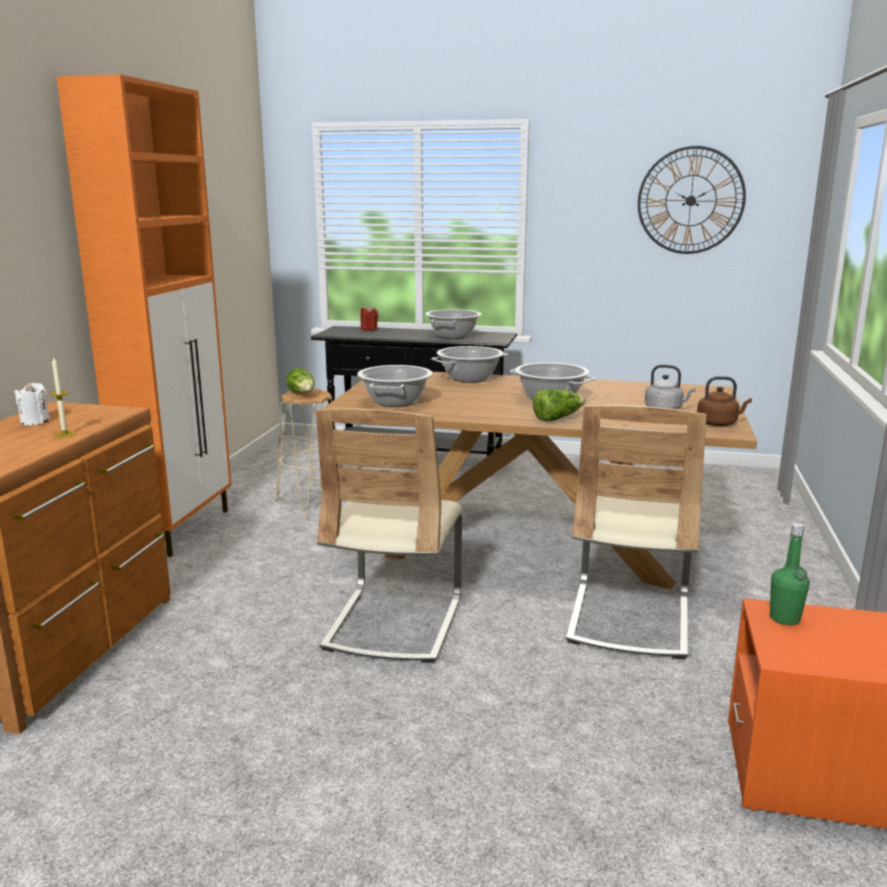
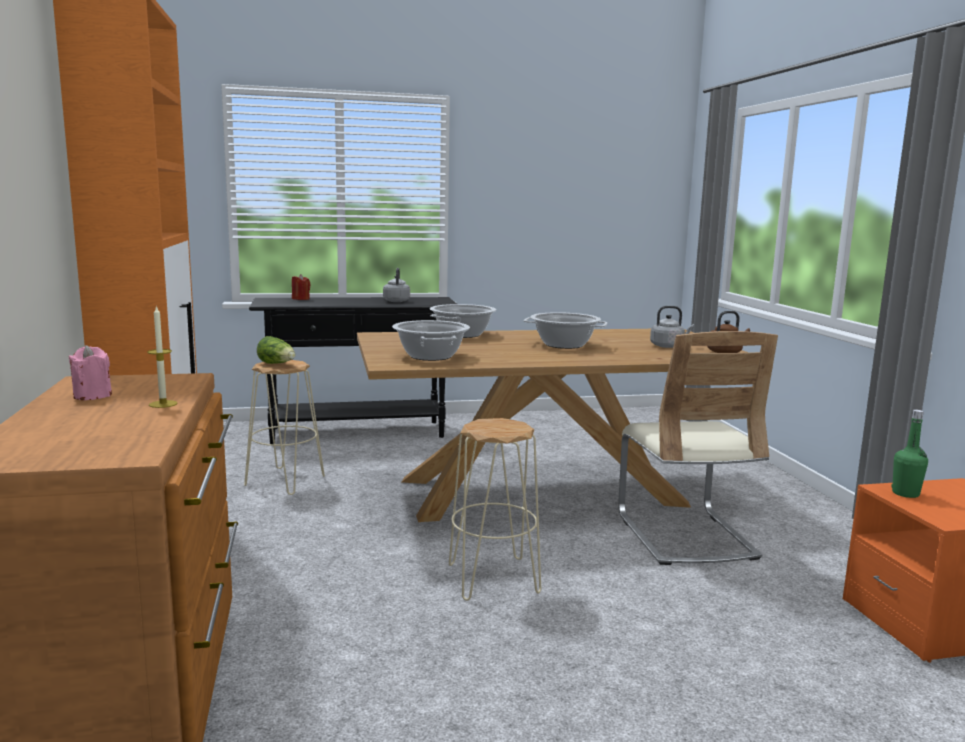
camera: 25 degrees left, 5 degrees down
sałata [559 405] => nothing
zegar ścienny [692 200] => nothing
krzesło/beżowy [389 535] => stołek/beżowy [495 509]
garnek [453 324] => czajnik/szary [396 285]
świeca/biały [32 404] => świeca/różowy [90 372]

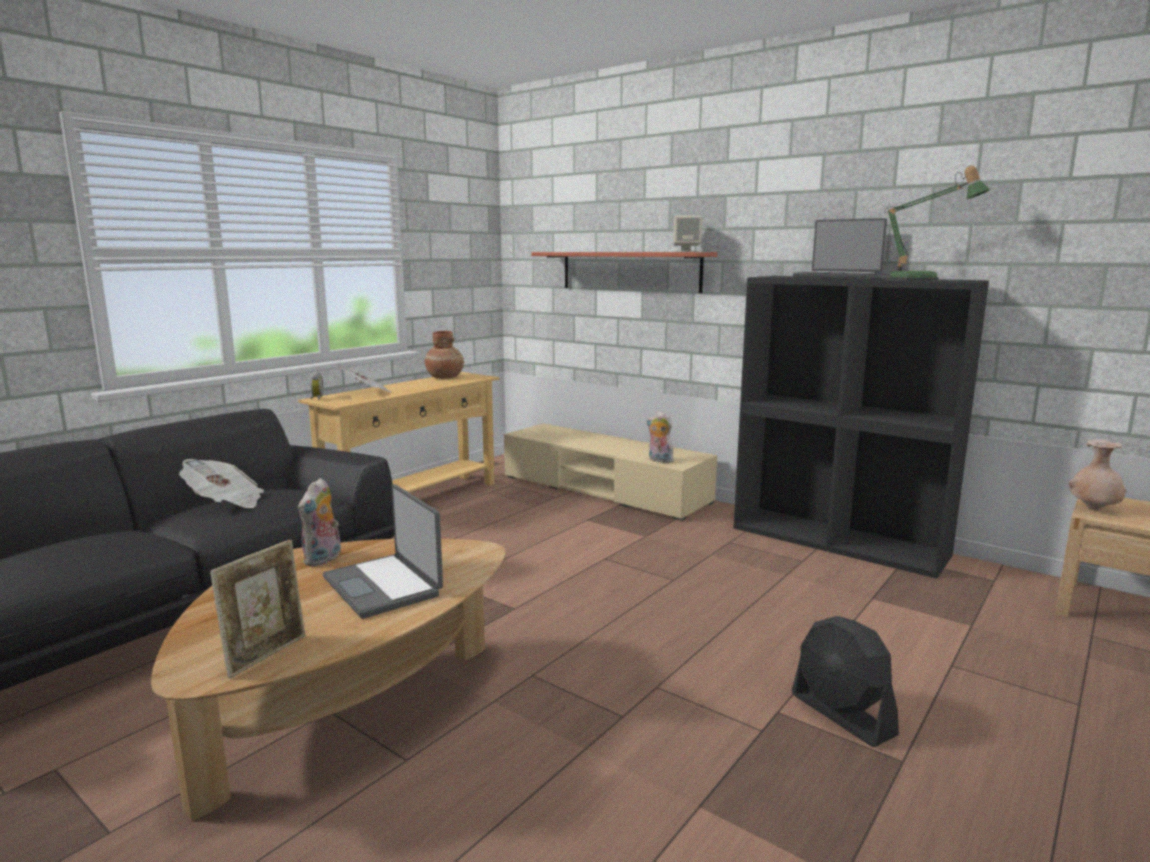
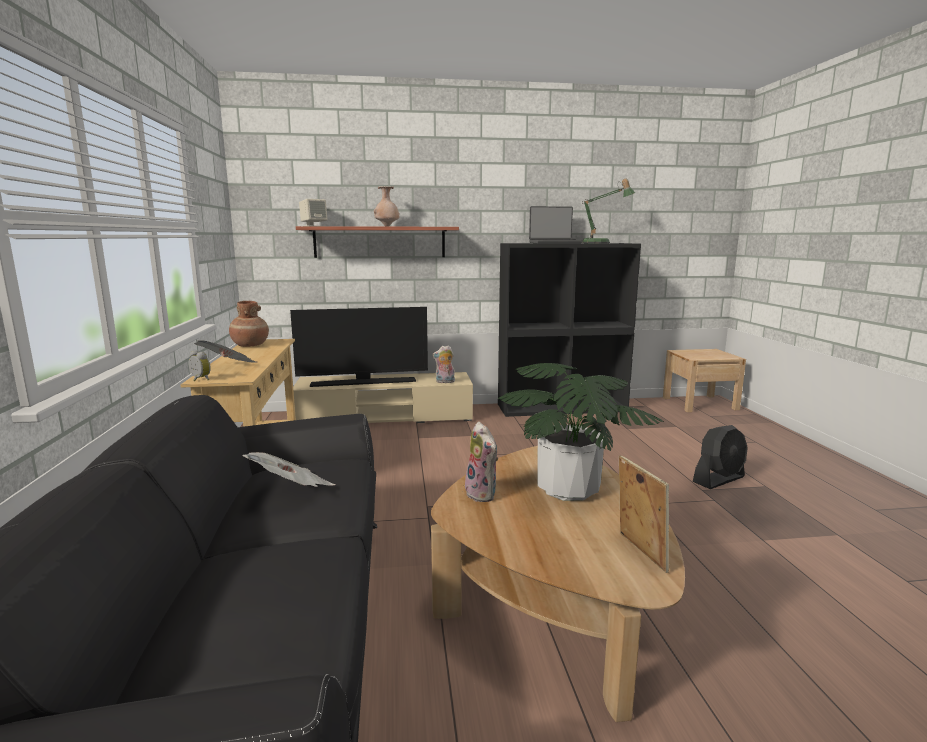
camera: 45 degrees left, 0 degrees up
nothing => telewizor [359 347]
głośnik/beżowy [687 233] => głośnik/beżowy [313 212], moved
wazon/beżowy [1098 474] => wazon/beżowy [387 206], moved
laptop [383 551] => roślina doniczkowa [581 432]
wentylator/czarny [845 681] => wentylator/czarny [720 457], 45 degrees counterclockwise

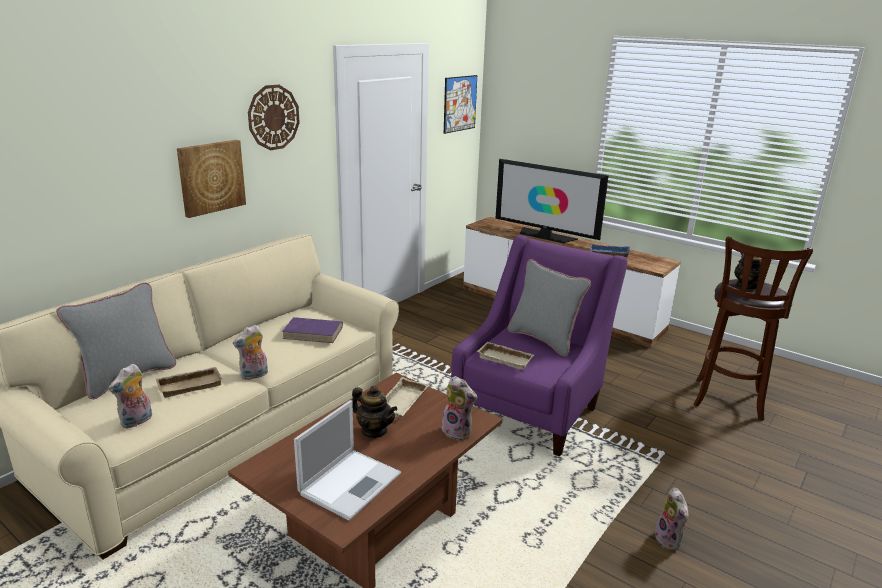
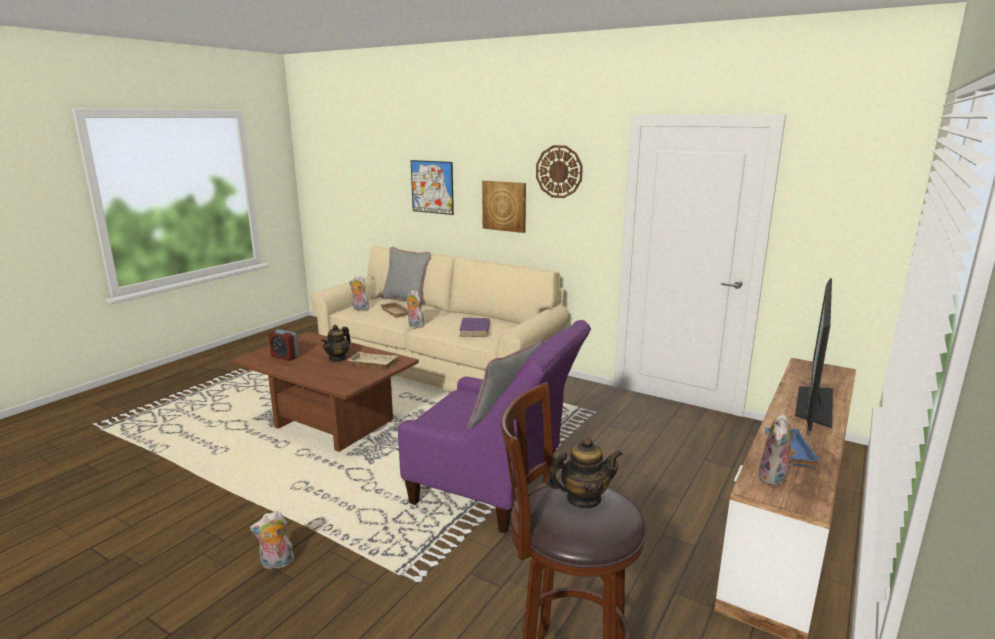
camera: 85 degrees right, 5 degrees down
taca/beżowy [505 355] => nothing
pluszak [459 408] => pluszak [777 449], moved
obraz [460 104] => obraz [432 187], moved
laptop [347 460] => budzik [283 345]

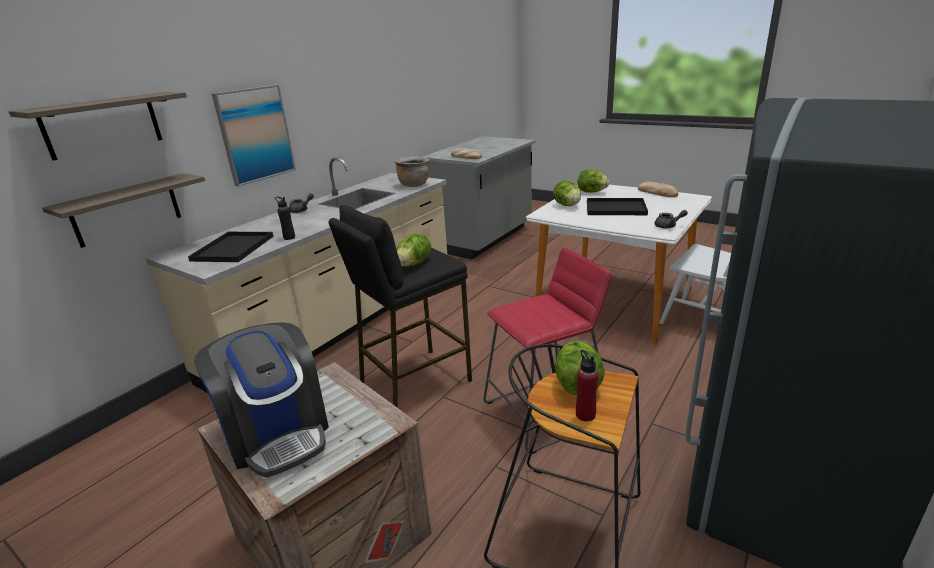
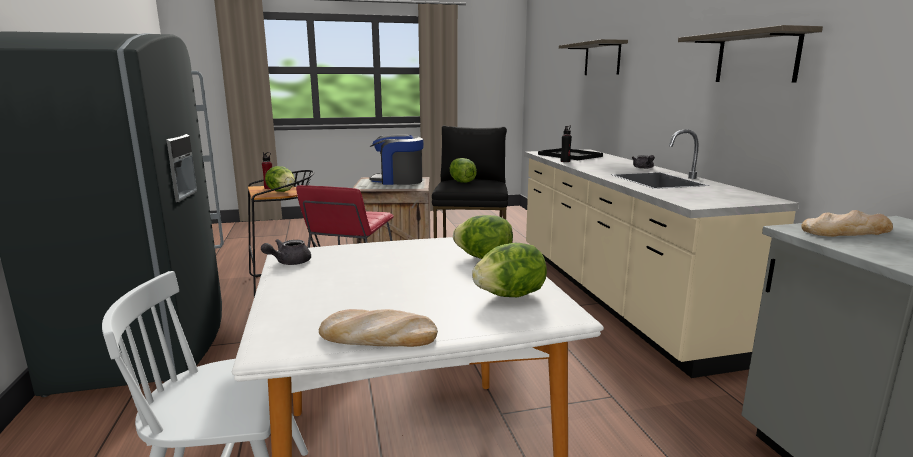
camera: 130 degrees right, 10 degrees down
obraz [254 136] => nothing
garnek/brązowy [412 171] => nothing
taca/czarny [617 206] => nothing
półka [123 210] => półka [750 53], moved

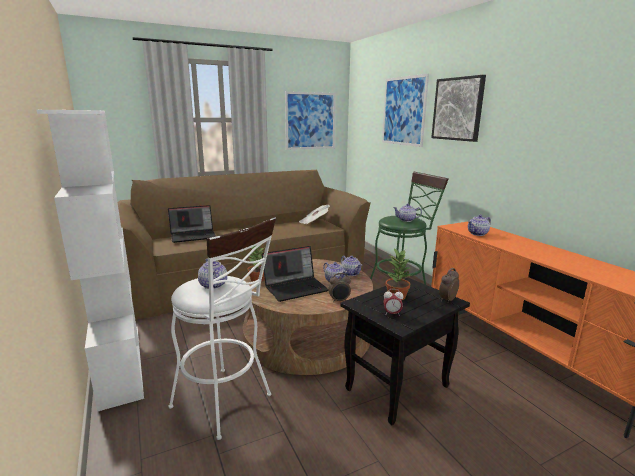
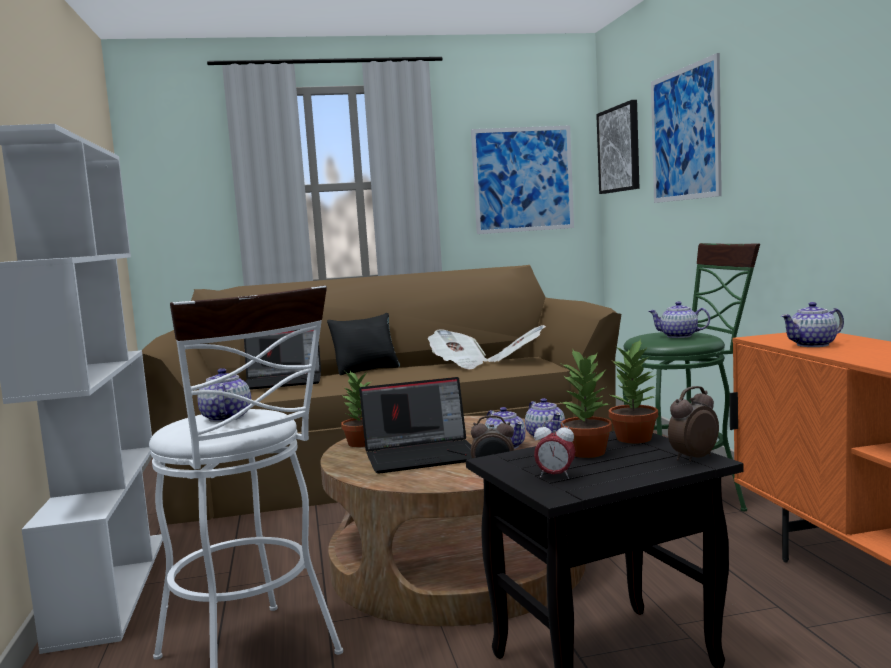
camera: 15 degrees right, 10 degrees down
nothing => poduszka/czarny [363 344]
nothing => gazeta [458 349]
nothing => roślina doniczkowa [633 391]
obraz [458 108] => obraz [617 147], moved

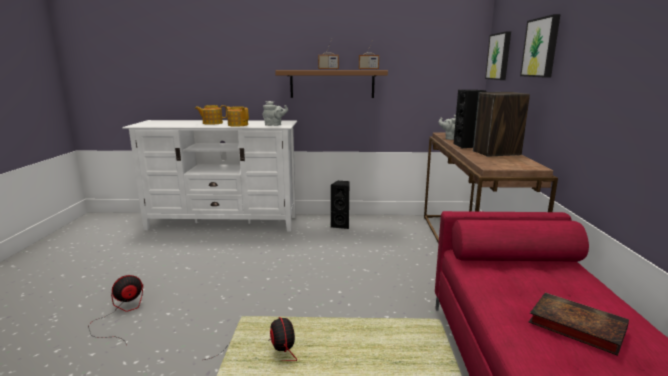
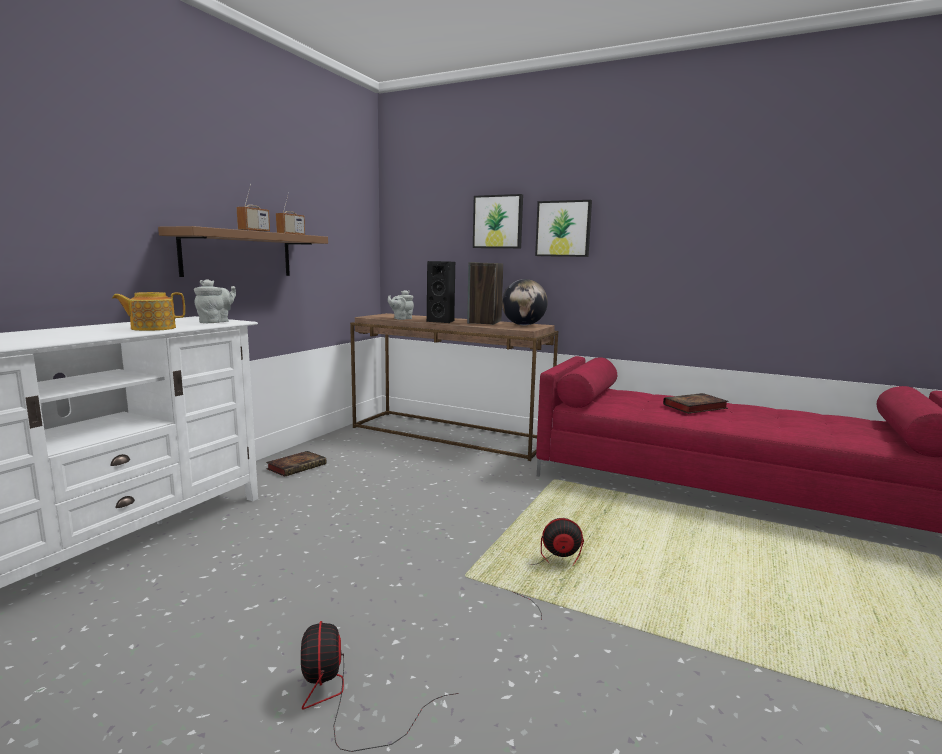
camera: 65 degrees left, 5 degrees down
imbryk [211 115] => nothing
nothing => globus [525 302]
obraz [498 55] => obraz [563 228], moved
głośnik/czarny [340 205] => książka [296 464]

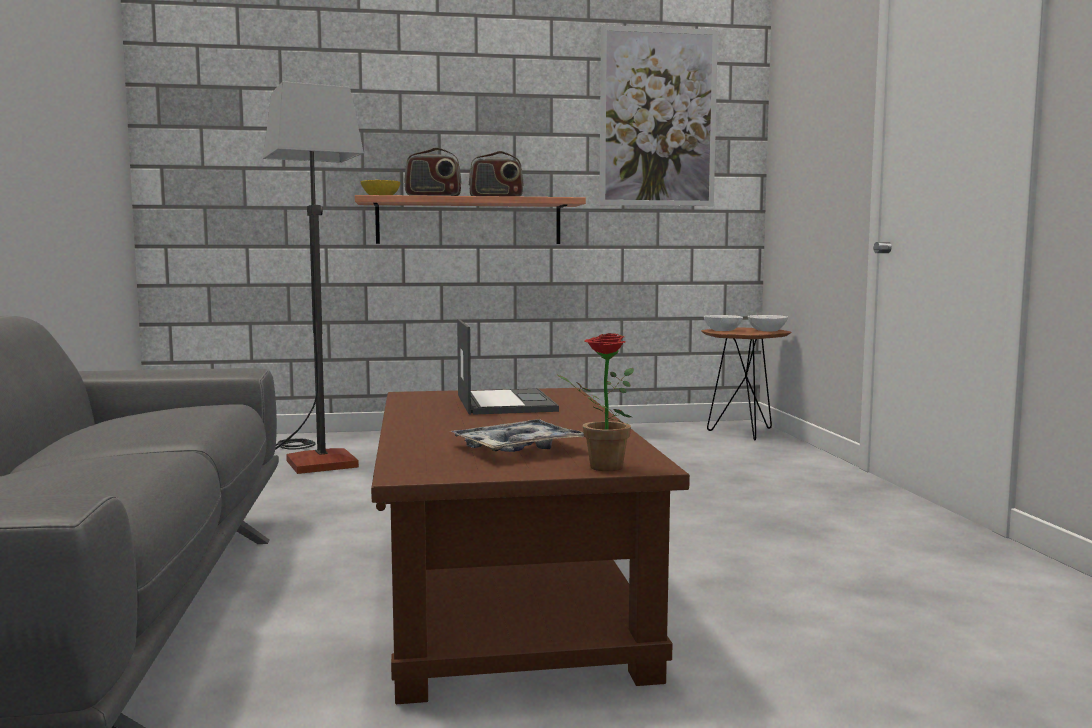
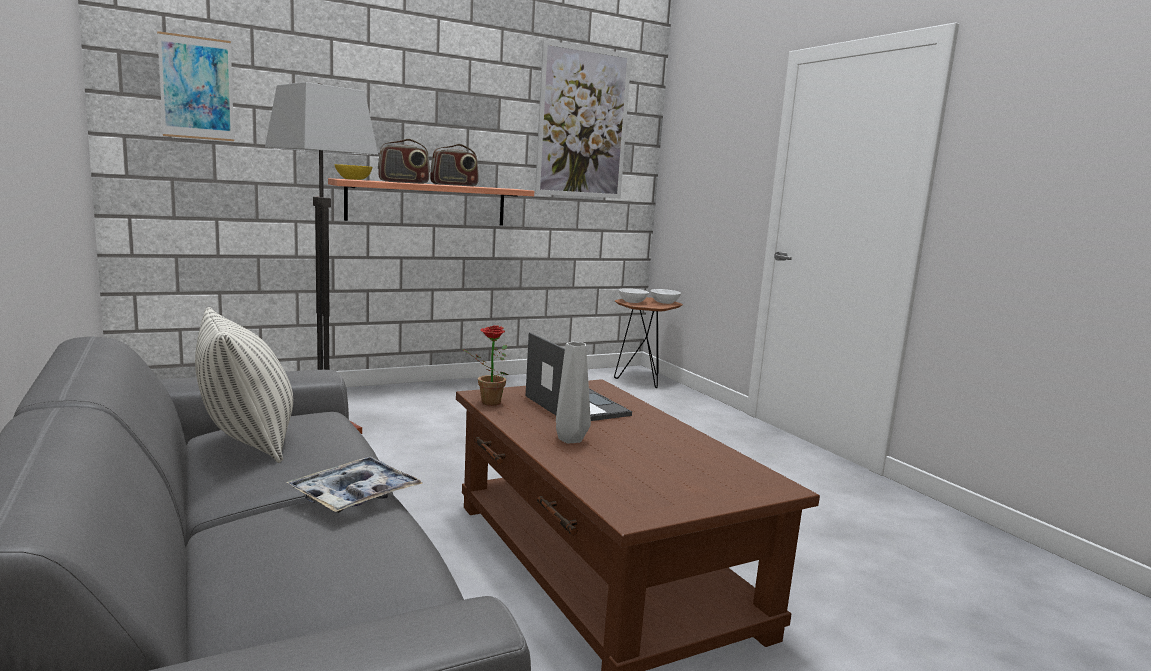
camera: 20 degrees left, 5 degrees up
nothing => obraz [195 86]
nothing => poduszka [244 385]
nothing => wazon/szary [573 392]
taca [517 435] => taca [354 485], moved
roślina doniczkowa [595 402] => roślina doniczkowa [485 365], moved

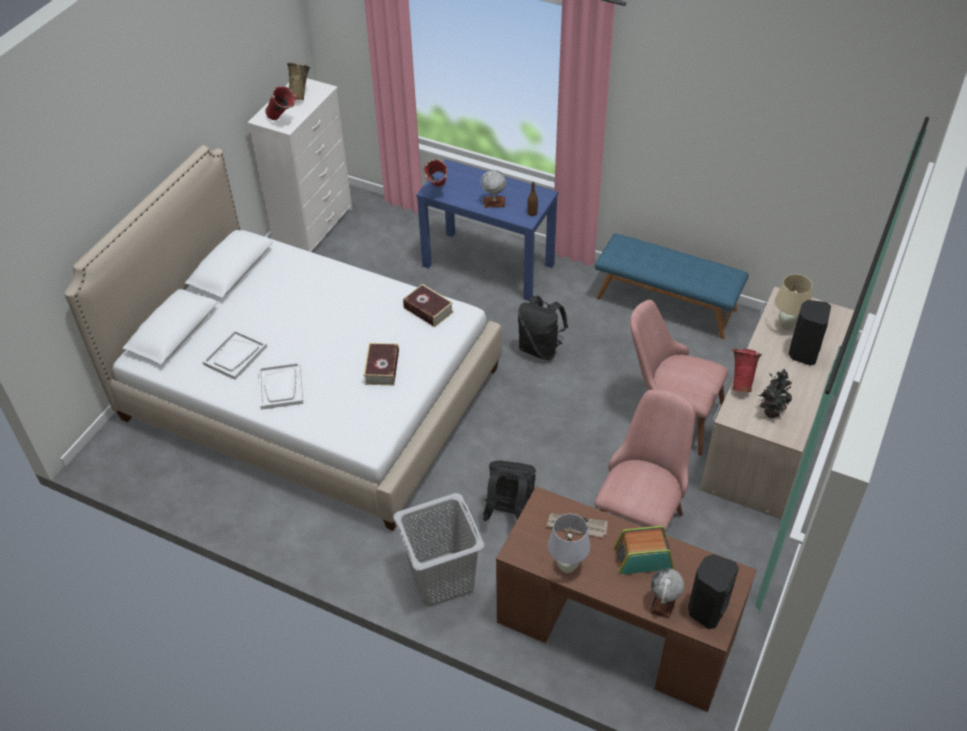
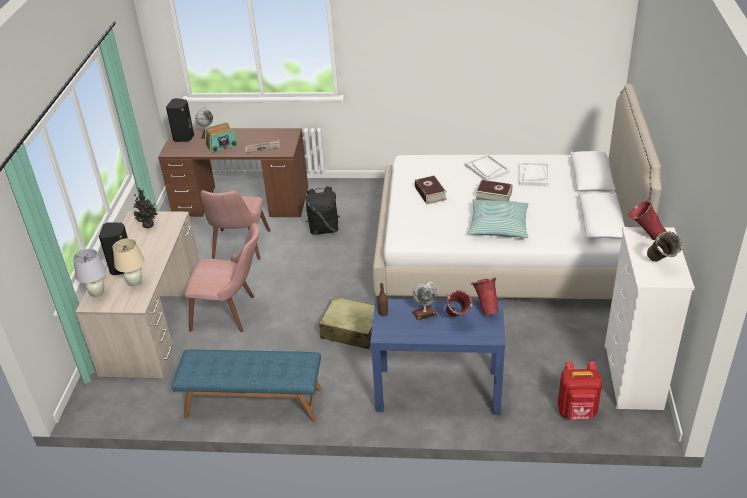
camera: 160 degrees right, 10 degrees down
kosz na pranie/szary [438 550] => nothing
nothing => poduszka [498 218]
nothing => plecak/czerwony [580 390]
książka [428 305] => książka [494 190], moved
lampa stołowa/biały [569 543] => lampa stołowa/biały [89 273], moved
wazon/czerwony [747 370] => wazon/czerwony [459 303], moved
plecak/czarny [543 328] => walizka/beżowy [347 322]

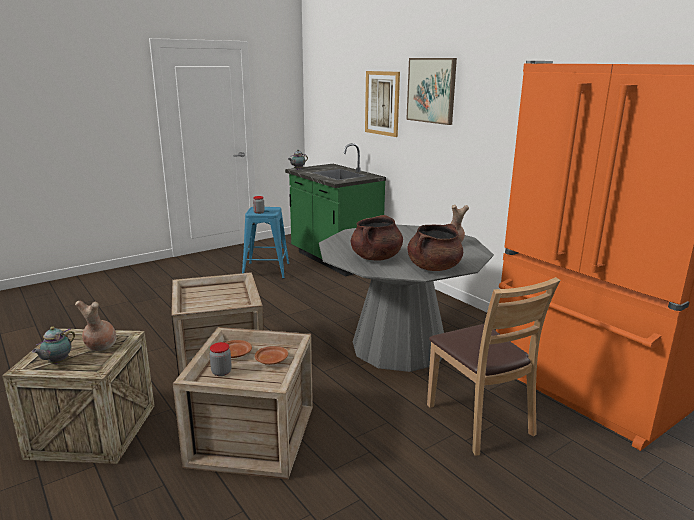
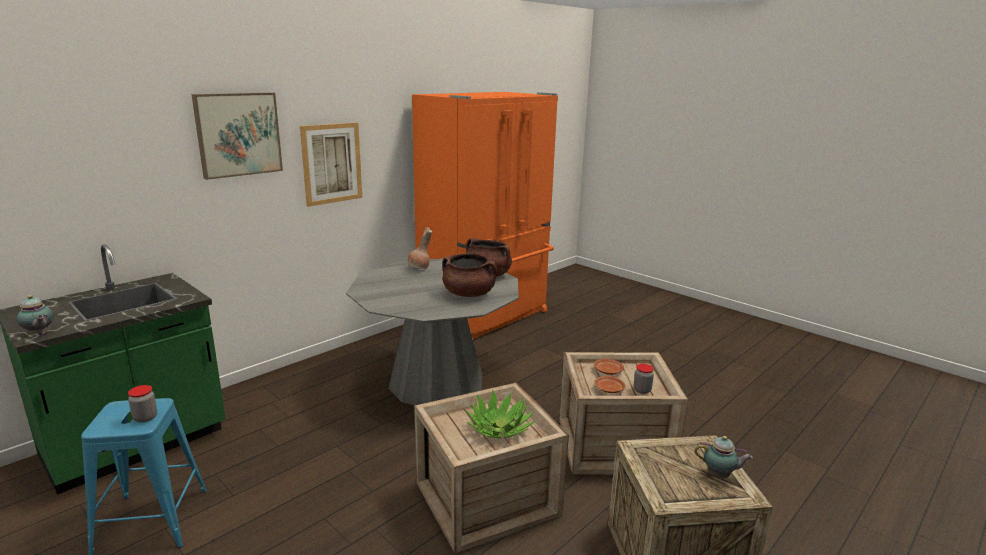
camera: 100 degrees left, 0 degrees up
wazon/brązowy [95 326] => nothing
krzesło/brązowy [494 366] => nothing
nothing => roślina doniczkowa [500 414]
obraz [382 104] => obraz [331 164], moved

